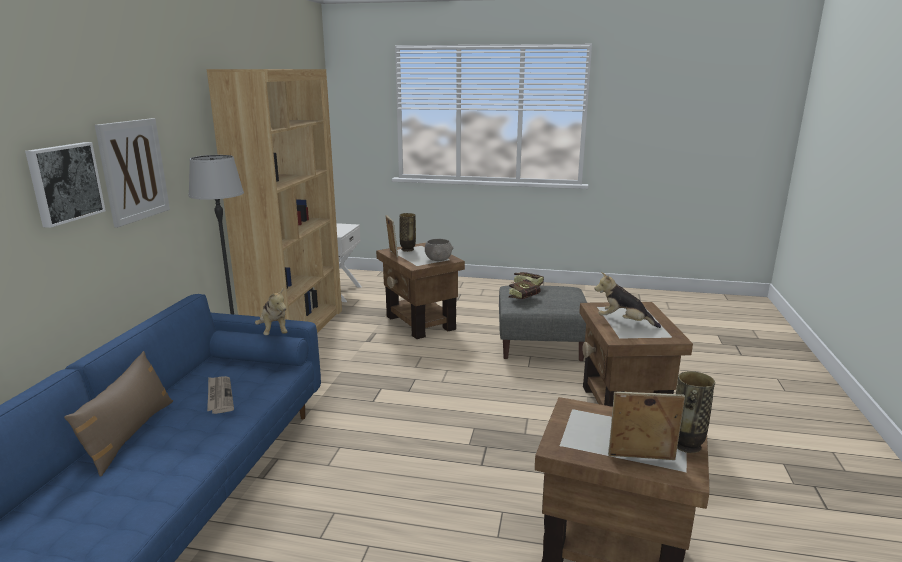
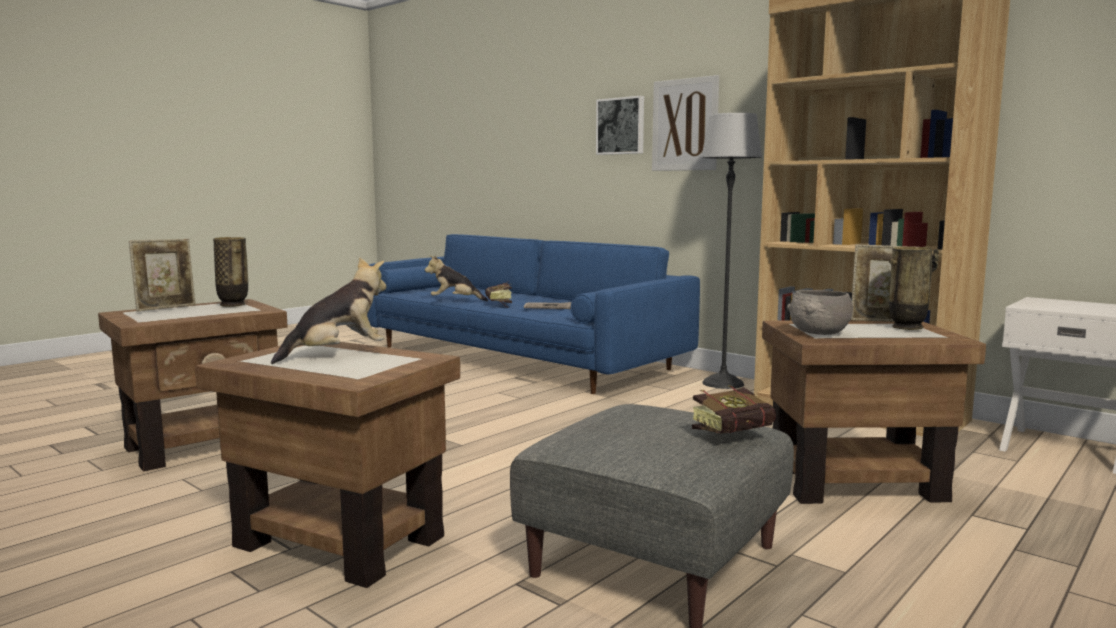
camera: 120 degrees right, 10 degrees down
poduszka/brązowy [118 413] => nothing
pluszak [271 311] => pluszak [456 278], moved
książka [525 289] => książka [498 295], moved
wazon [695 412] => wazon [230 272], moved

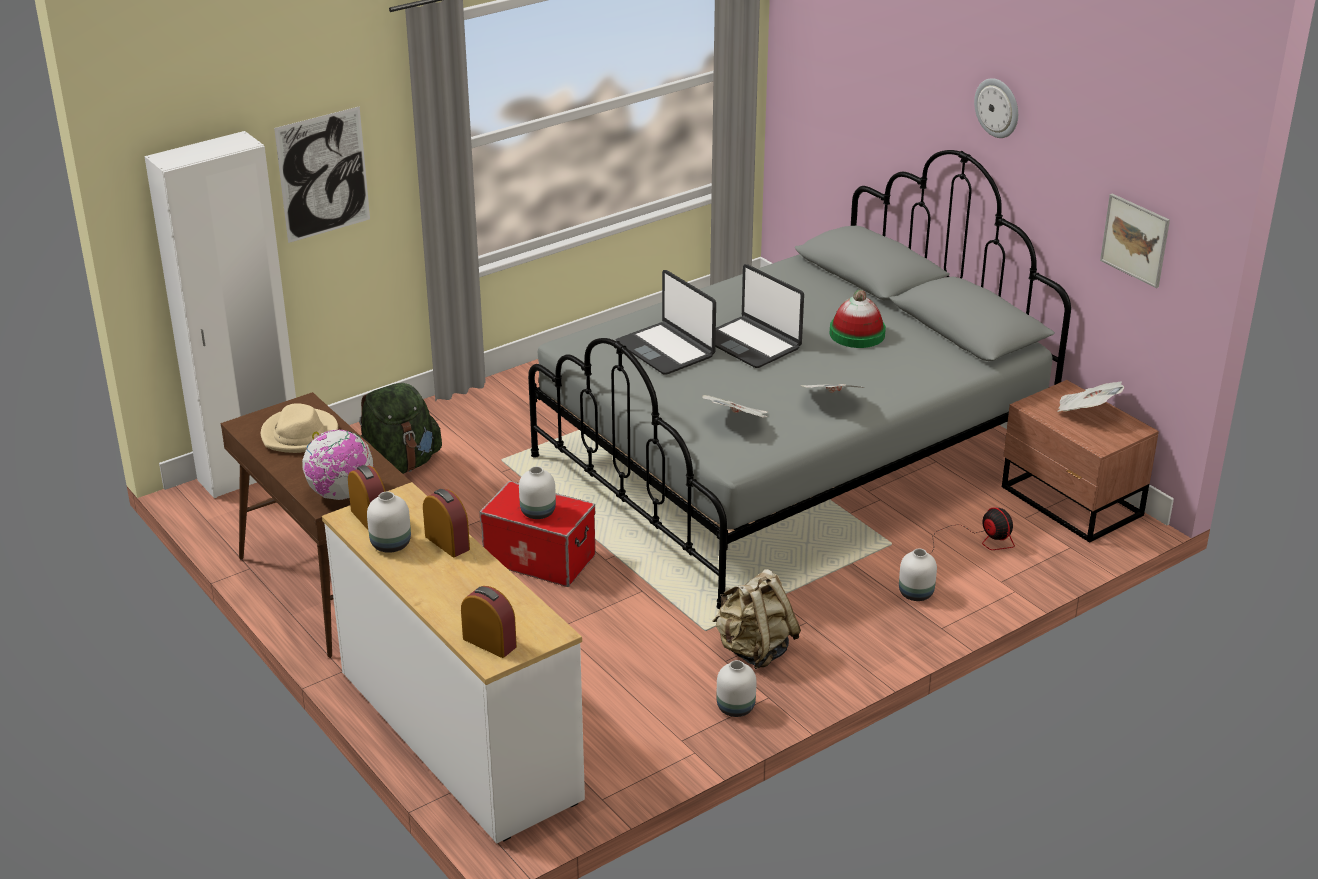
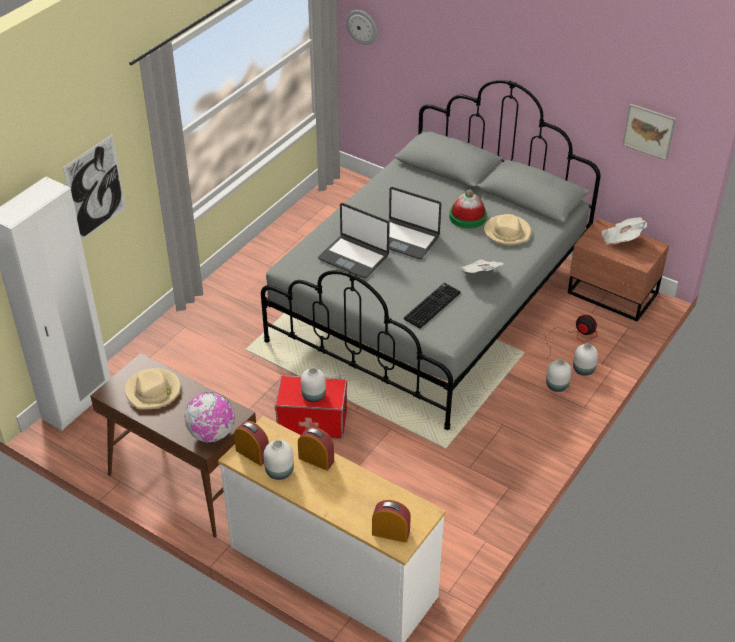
camera: 20 degrees left, 10 degrees up
plecak/zielony [400 428] => nothing
plecak/beżowy [756 619] => nothing
nothing => kapelusz/beżowy [507 229]
wazon/biały [736 688] => wazon/biały [585 359], moved
zegar ścienny [996 108] => zegar ścienny [361 27], moved
gazeta [734 406] => klawiatura [432 306]

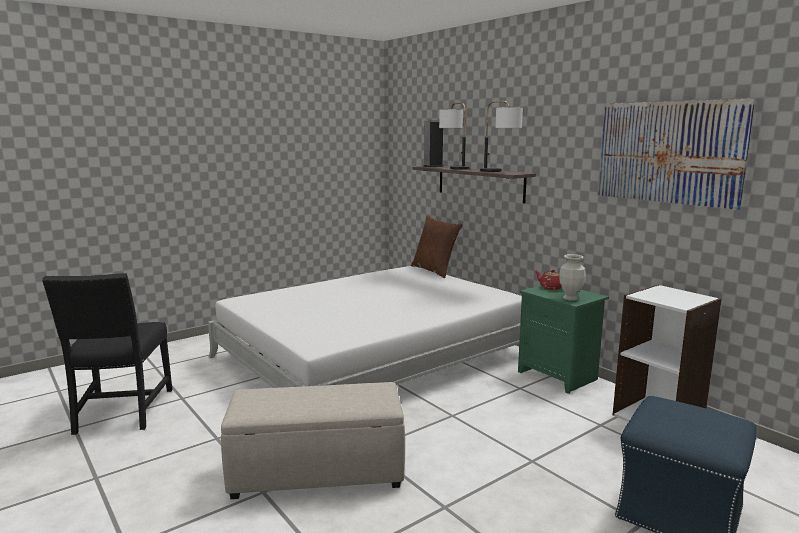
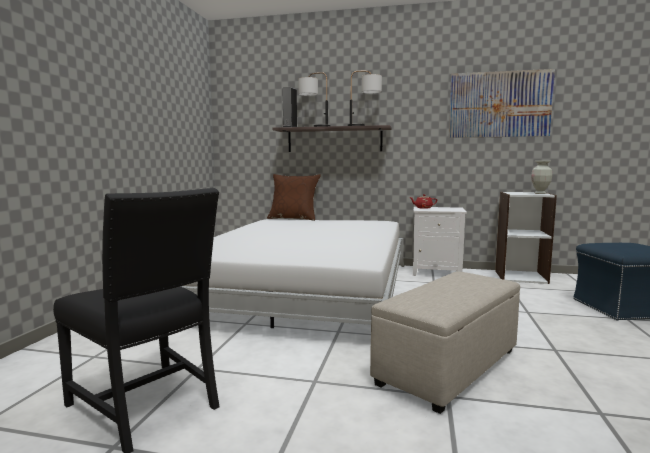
camera: 40 degrees left, 5 degrees down
wazon [572 277] => wazon [541 177], moved
szafka nocna/zielony [563 339] => szafka nocna/biały [440 241]

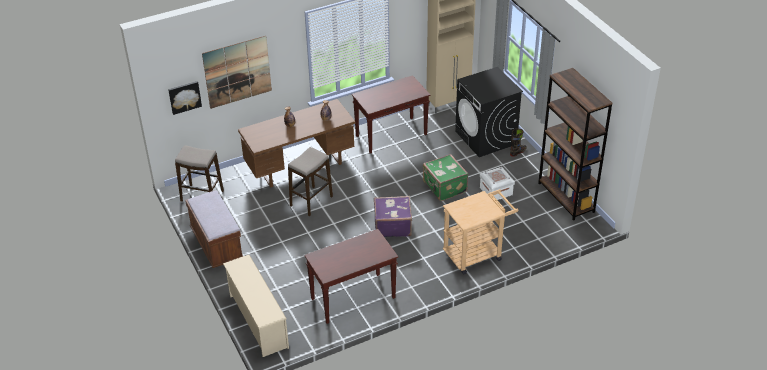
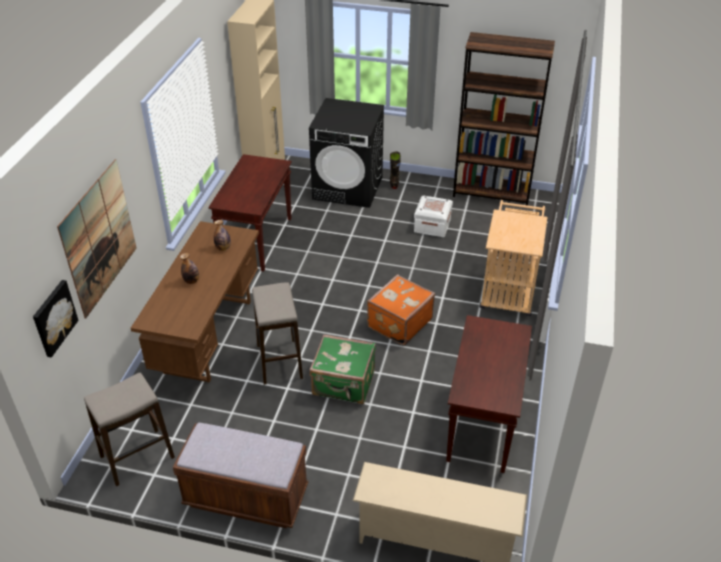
camera: 50 degrees left, 0 degrees up
walizka/zielony [445 177] => walizka/zielony [343 369], moved
walizka/fioletowy [393 216] => walizka/pomarańczowy [401 309]

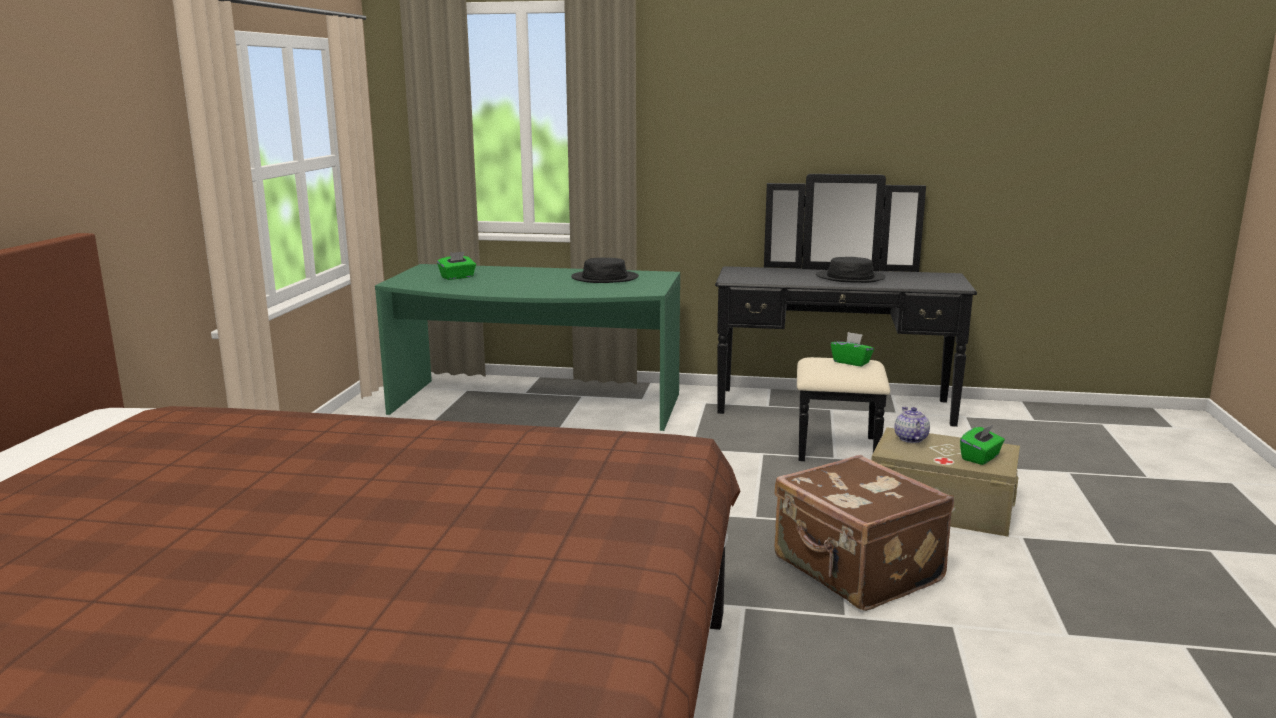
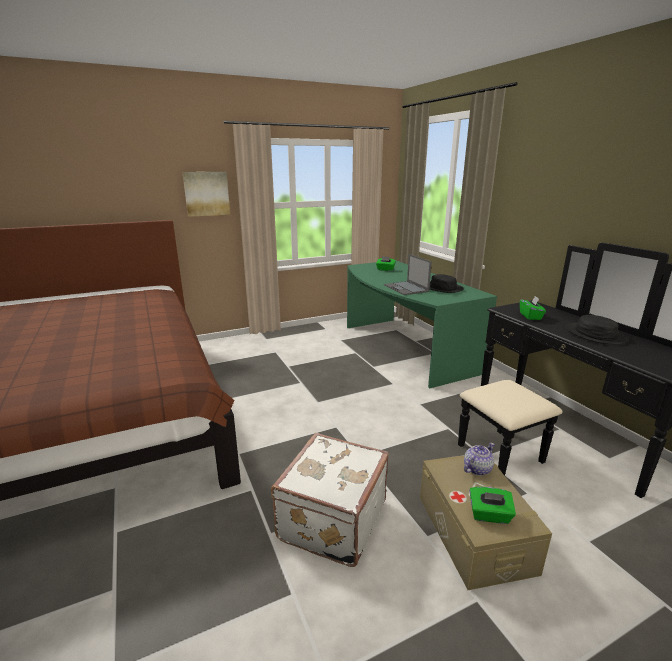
camera: 55 degrees right, 5 degrees up
nothing => obraz [206 194]
nothing => laptop [408 274]
pudełko chusteczek/zielony [852 349] => pudełko chusteczek/zielony [533 308], moved
walizka/brązowy [864 533] => walizka/biały [330 500]

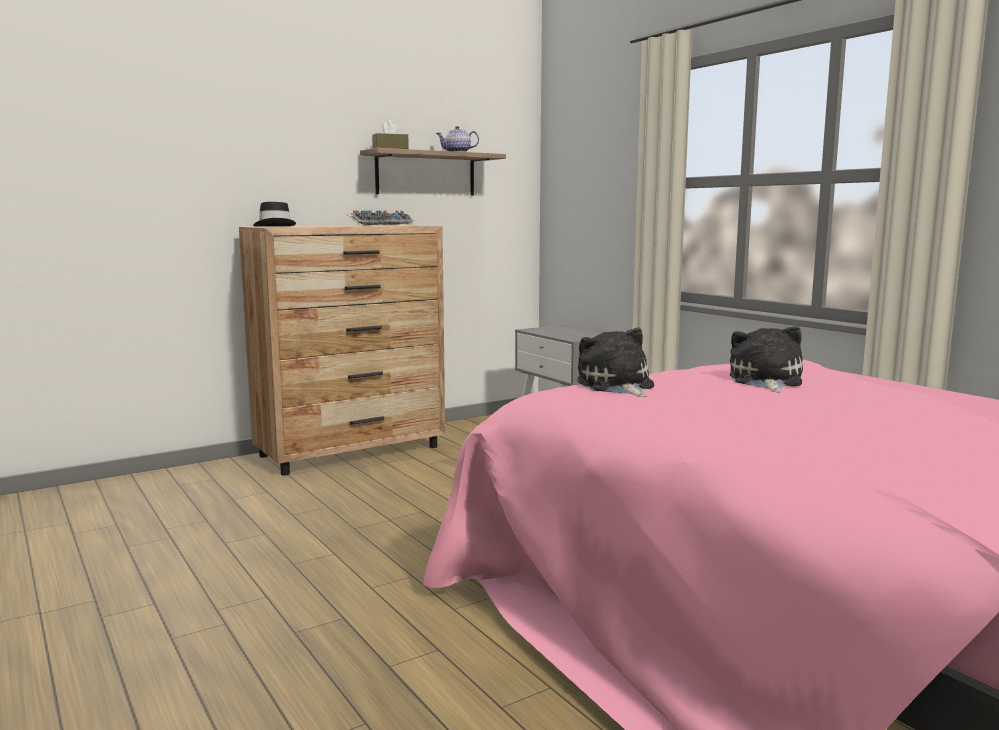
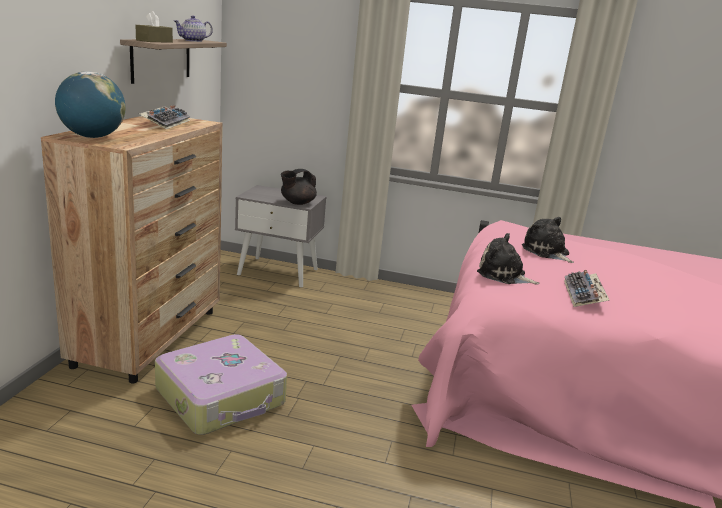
camera: 45 degrees left, 10 degrees up
nothing => walizka [221 384]
nothing => imbryk/czarny [299 187]
nothing => klawiatura [586 288]
kapelusz/czarny [274 214] => globus [90 104]

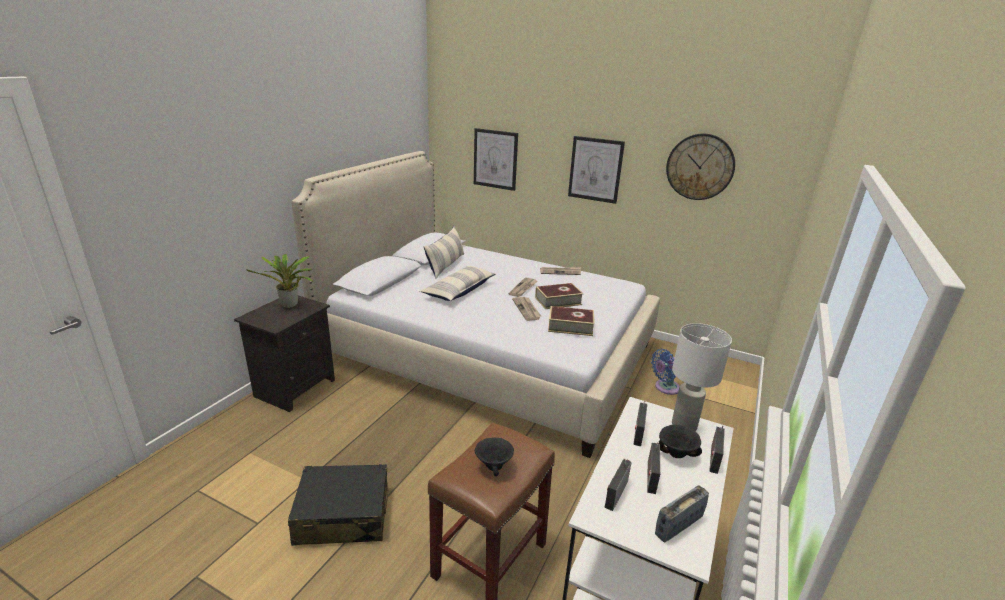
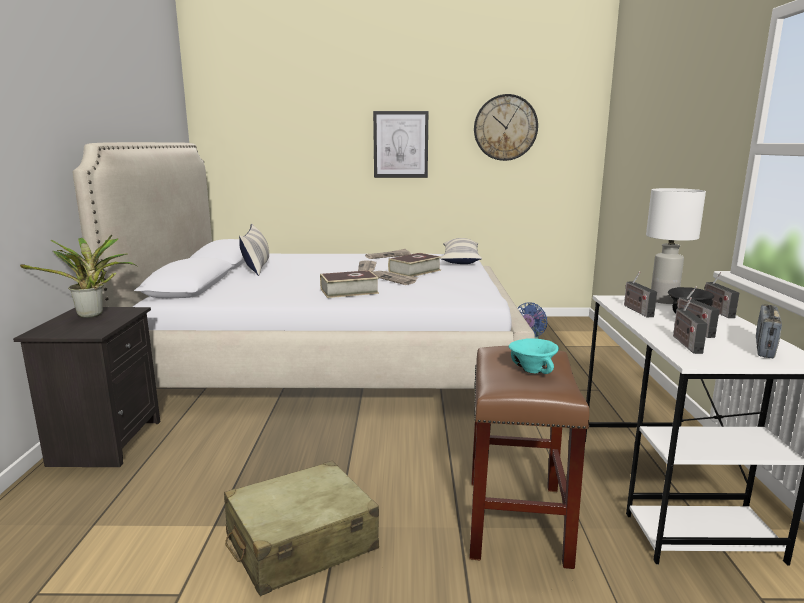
camera: 25 degrees left, 10 degrees down
obraz [496 159] => nothing
poduszka [457 283] => poduszka [461 251], moved
książka [571 321] => książka [349 284], moved
walizka/czarny [338 505] => walizka/beżowy [301 528]
miska/czarny [494 456] => miska/turkusowy [533 356]

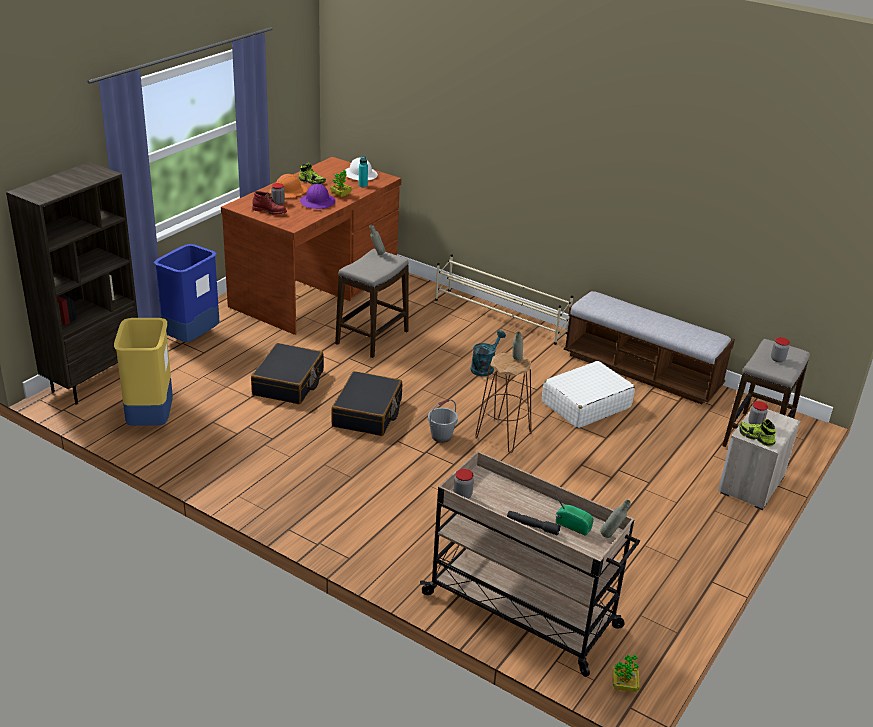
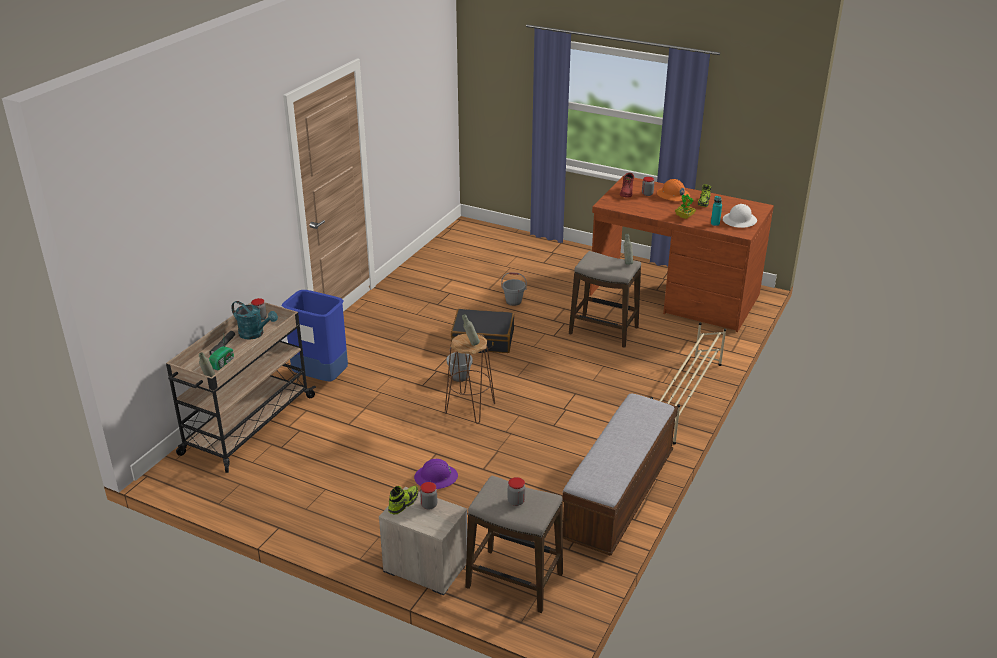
camera: 85 degrees right, 0 degrees up
regał/brązowy [72 283] => nothing
kosz na śmieci/żółty [143 372] => nothing
walizka/biały [588 394] => nothing
roślina doniczkowa [626 673] => nothing
kosz na śmieci/niebieski [186 293] => kosz na śmieci/niebieski [315 335], moved
kask/fioletowy [317 196] => kask/fioletowy [436 474], moved
konewka/turkusowy [488 353] => konewka/turkusowy [254 320], moved
walizka/czarny [287 373] => wiadro/szary [514 289]

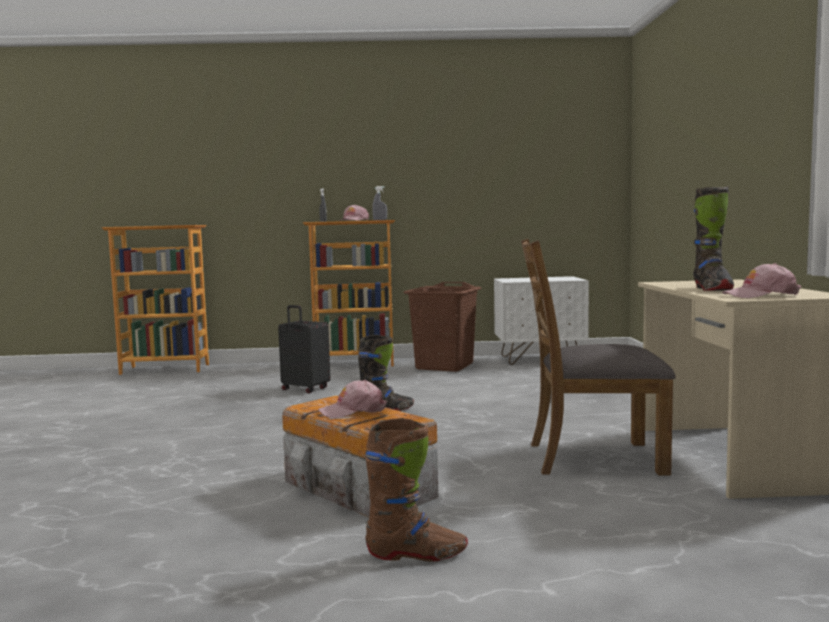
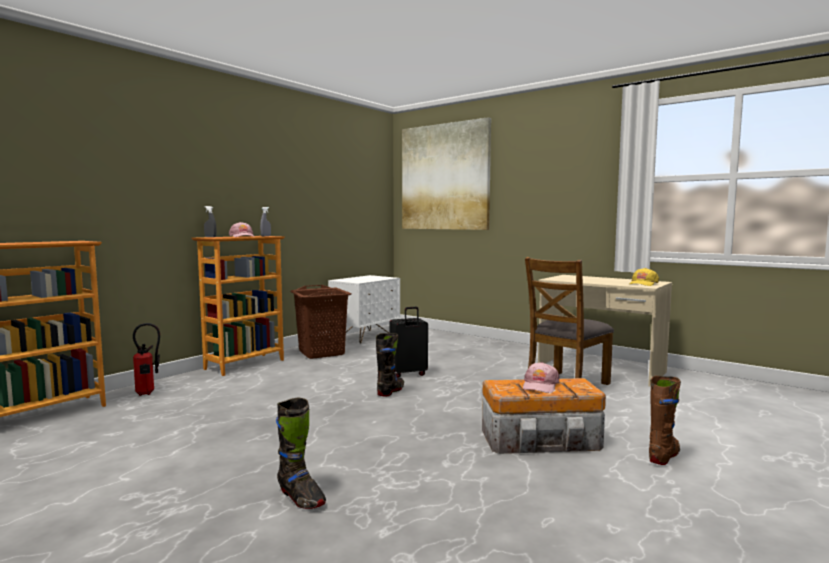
camera: 50 degrees left, 0 degrees up
nothing => gaśnica [146 359]
nothing => obraz [446 173]
walizka/czarny [304 349] => walizka/czarny [408 342], moved
but z cholewką/czarny [713 238] => but z cholewką/czarny [301 453], moved
czapka z daszkiem/różowy [761 280] => czapka z daszkiem/żółty [644 277]

